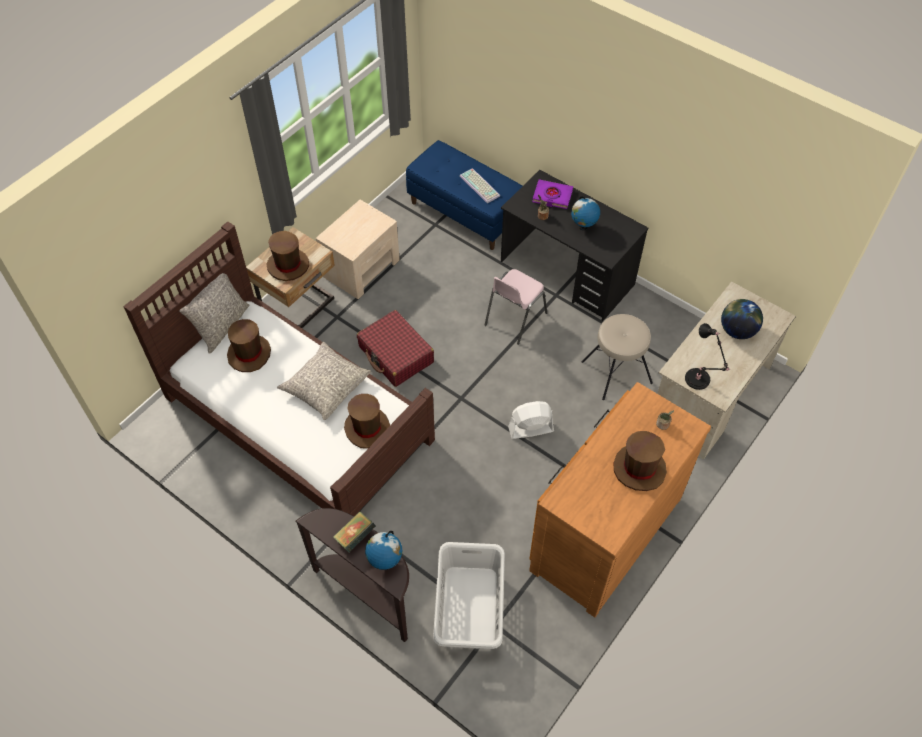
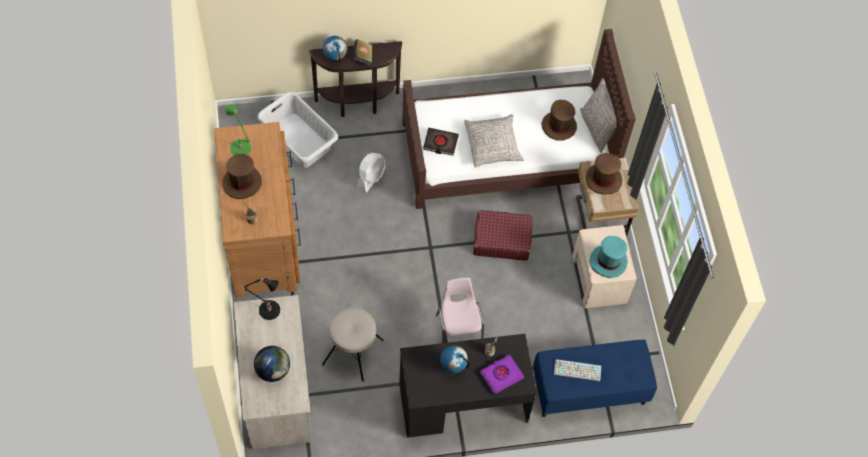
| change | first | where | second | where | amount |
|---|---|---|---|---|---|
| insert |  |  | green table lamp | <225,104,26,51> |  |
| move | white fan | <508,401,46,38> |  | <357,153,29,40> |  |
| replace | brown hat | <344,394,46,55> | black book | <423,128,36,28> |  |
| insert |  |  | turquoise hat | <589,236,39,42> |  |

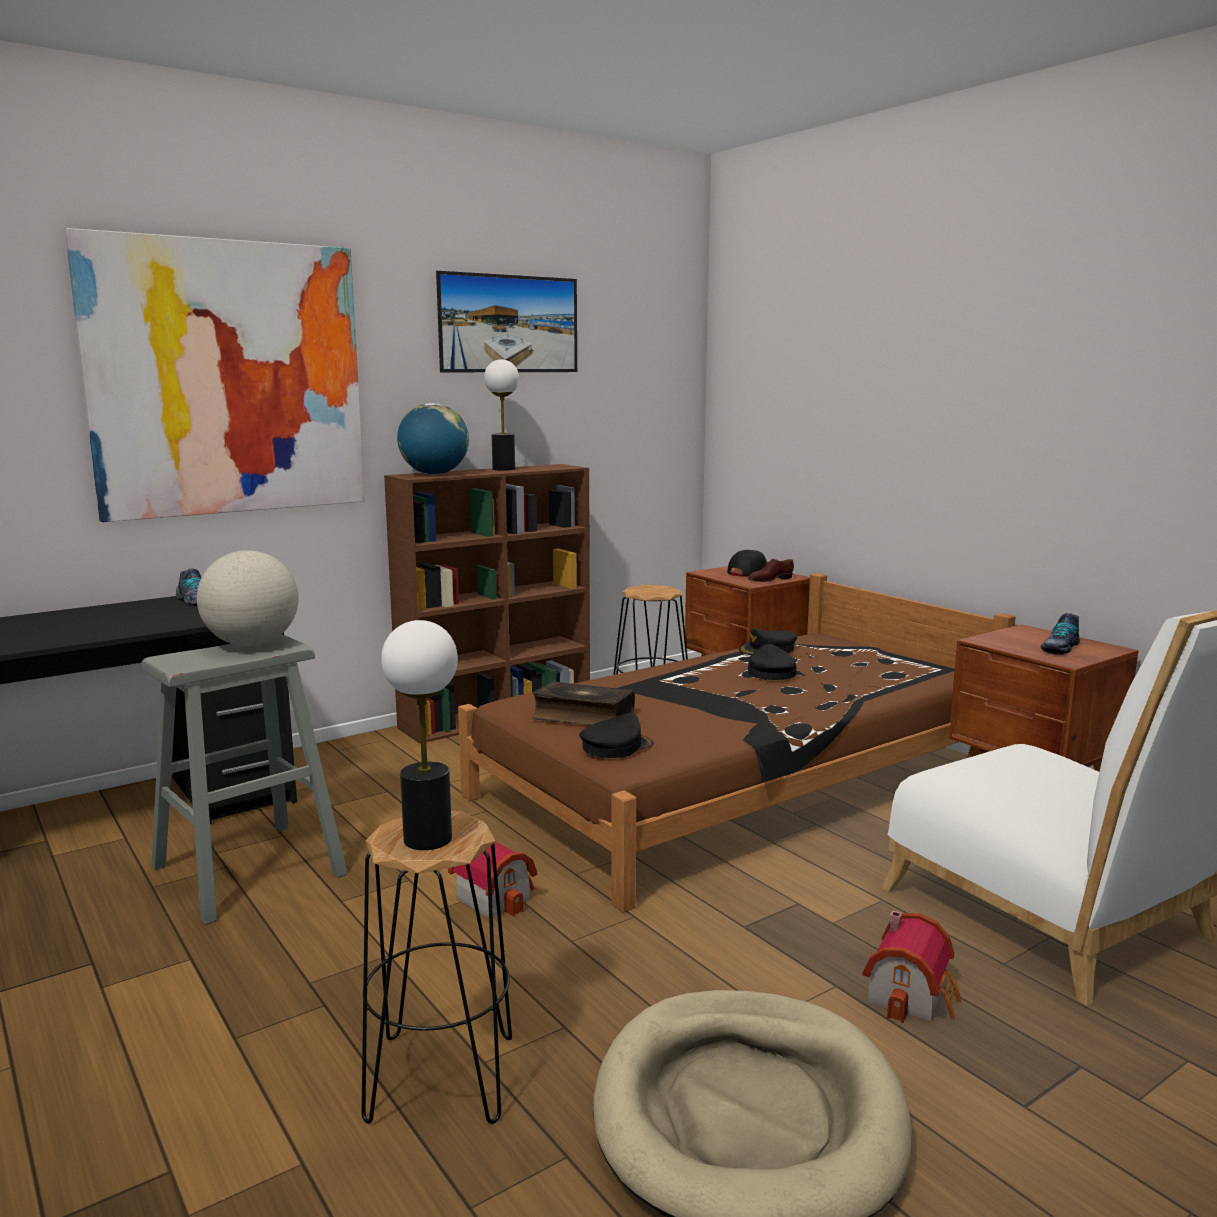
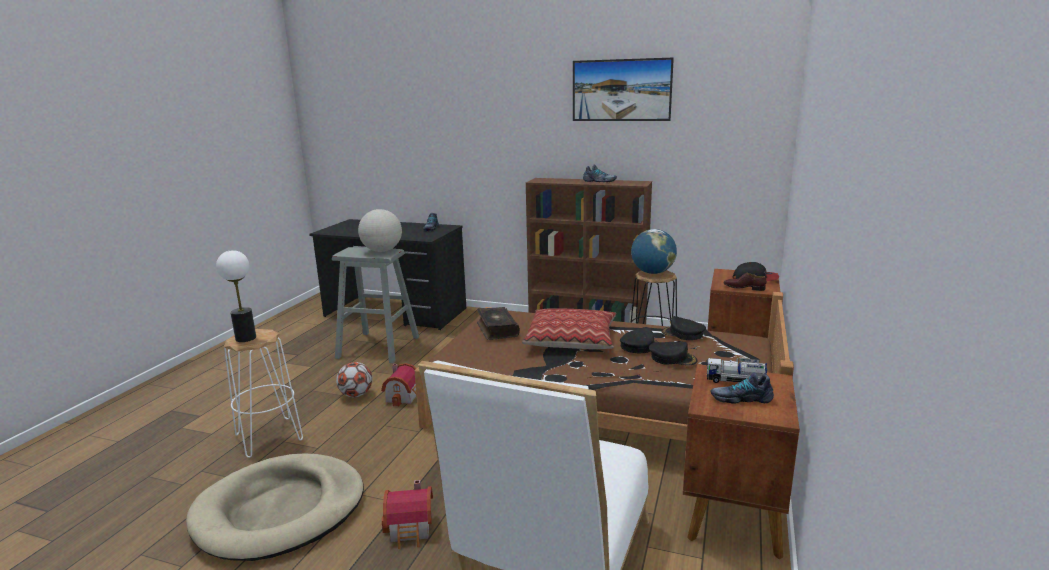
| change | first | where | second | where | amount |
|---|---|---|---|---|---|
| recolor | black stool | <362,811,150,313> | white stool | <224,329,79,129> |  |
| insert |  |  | football | <336,362,36,35> |  |
| insert |  |  | pillow | <522,308,94,41> |  |
| replace | table lamp | <484,359,35,112> | shoe | <583,165,34,17> |  |
| move | globe | <397,403,72,72> |  | <631,229,46,45> |  |
| move | black cap | <579,713,75,45> |  | <649,342,48,23> |  |
| insert |  |  | toy truck | <707,358,60,25> |  |
| delete | picture | <65,228,300,294> |  |  |  |

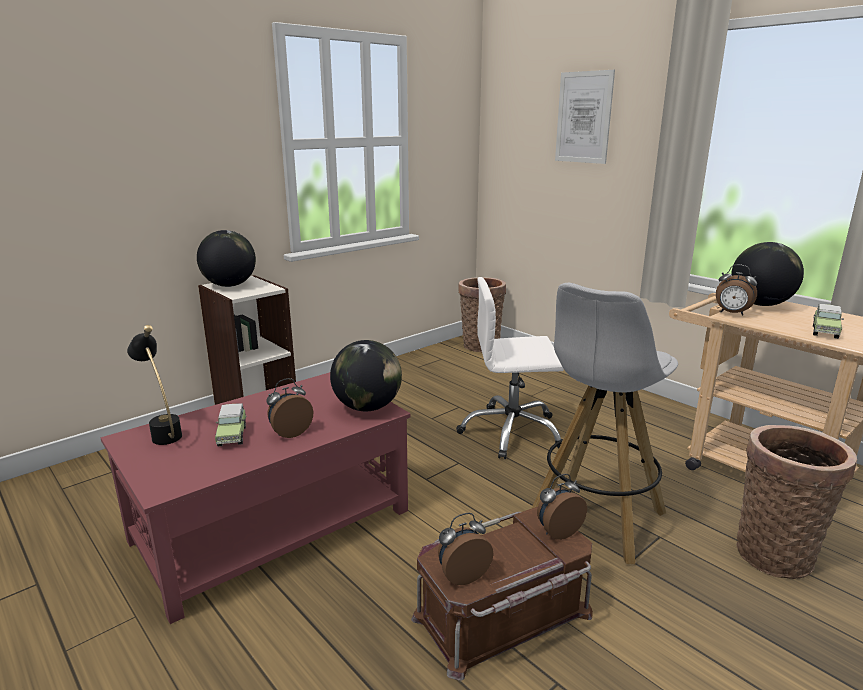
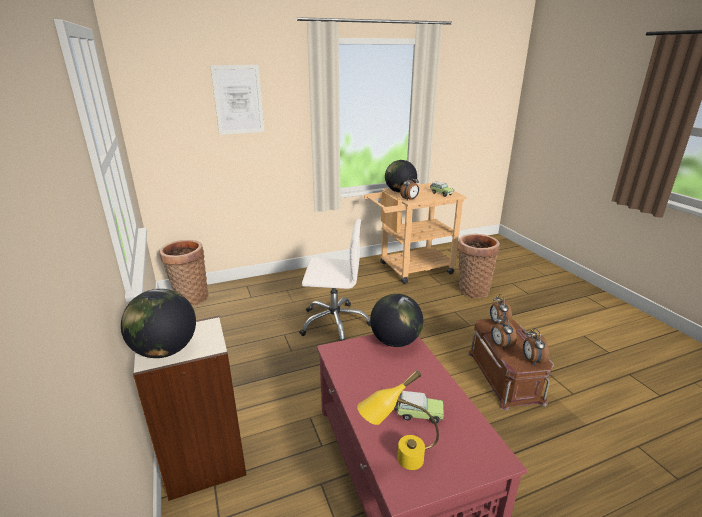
| change | first | where | second | where | amount |
|---|---|---|---|---|---|
| rotate | white office chair | <456,277,108,182> |  | <299,219,72,122> | 105 degrees counterclockwise |
| recolor | black table lamp | <127,325,55,120> | yellow table lamp | <357,370,82,100> |  |
| move | alarm clock | <266,378,48,60> |  | <491,315,26,34> |  |
| delete | white stool | <531,283,147,281> |  |  |  |

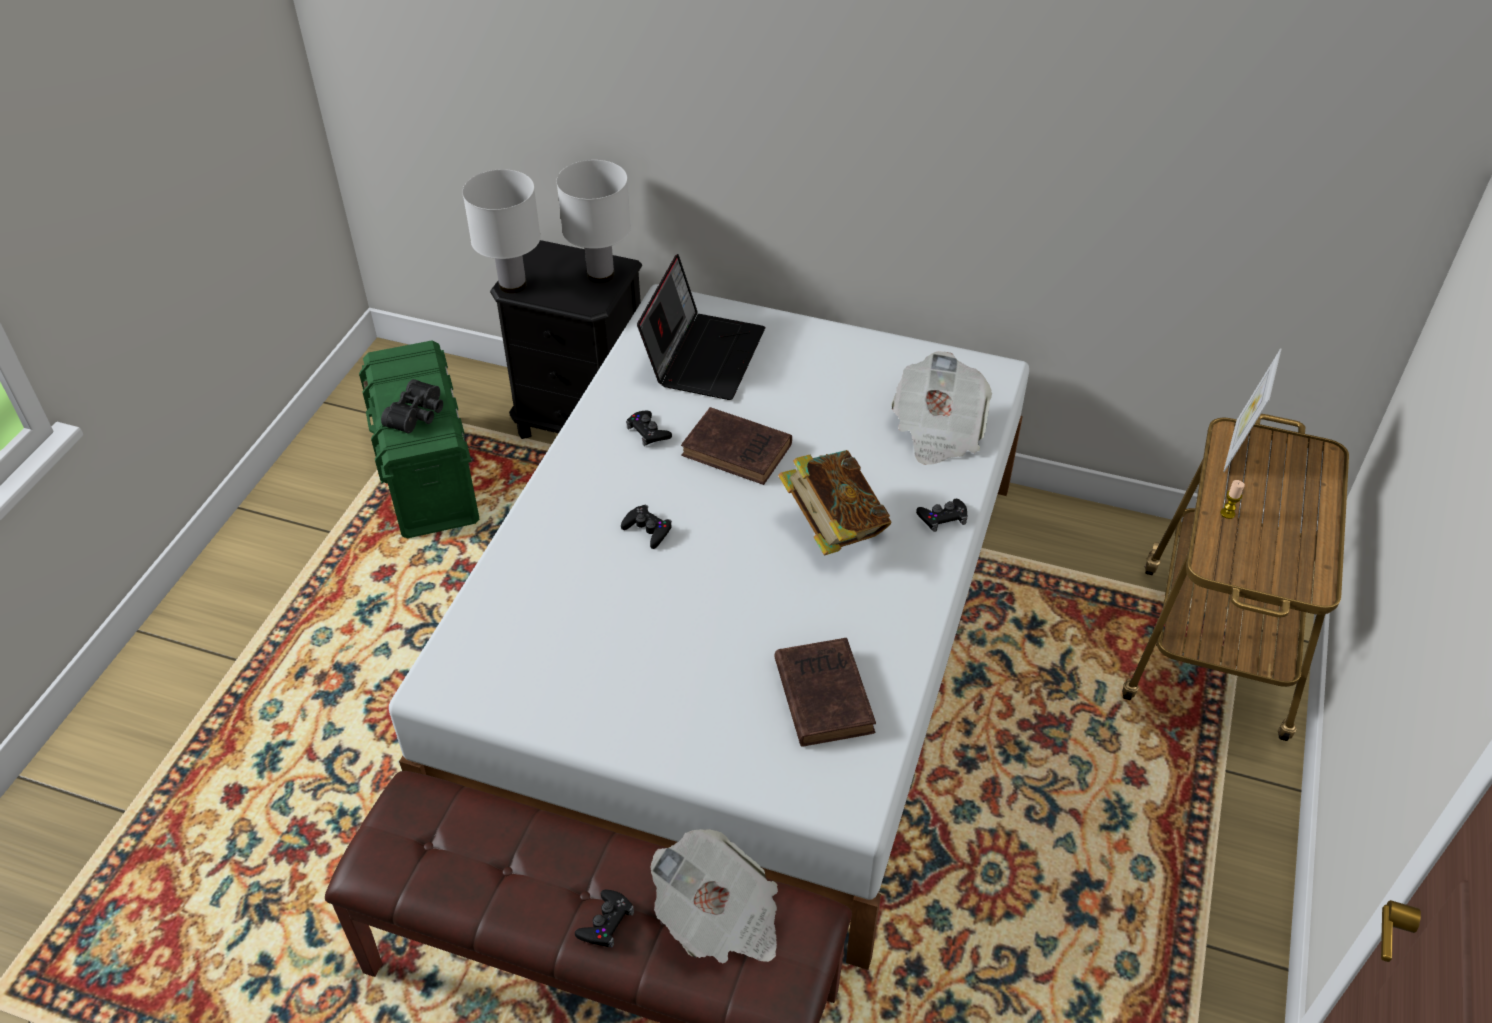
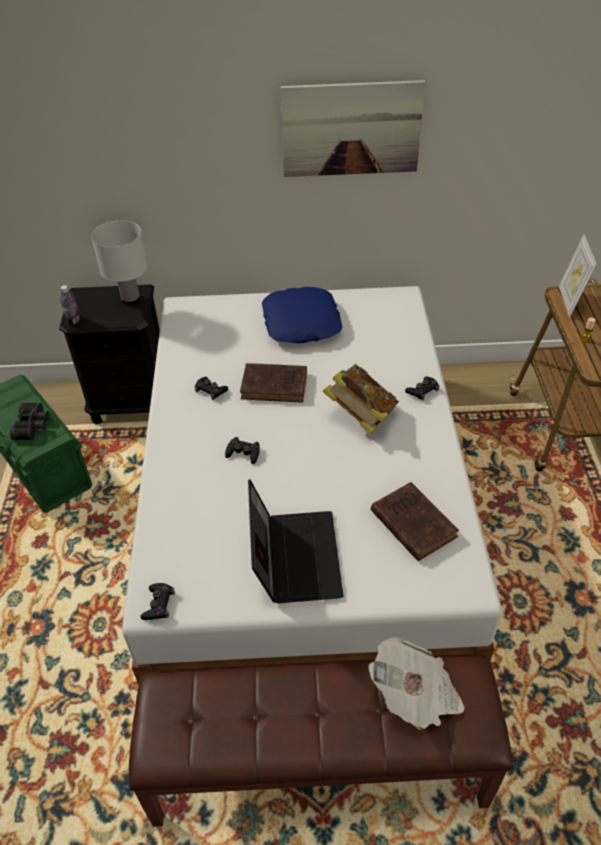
| change | first | where | second | where | amount |
|---|---|---|---|---|---|
| replace | white table lamp | <462,169,79,124> | bottle | <60,285,20,40> |  |
| move | black game controller | <575,890,59,58> |  | <141,583,34,37> |  |
| move | laptop | <637,254,128,146> |  | <248,479,95,124> |  |
| insert |  |  | blue pillow | <262,287,80,56> |  |
| insert |  |  | picture | <280,80,145,97> |  |
| delete | newspaper | <891,352,101,113> |  |  |  |

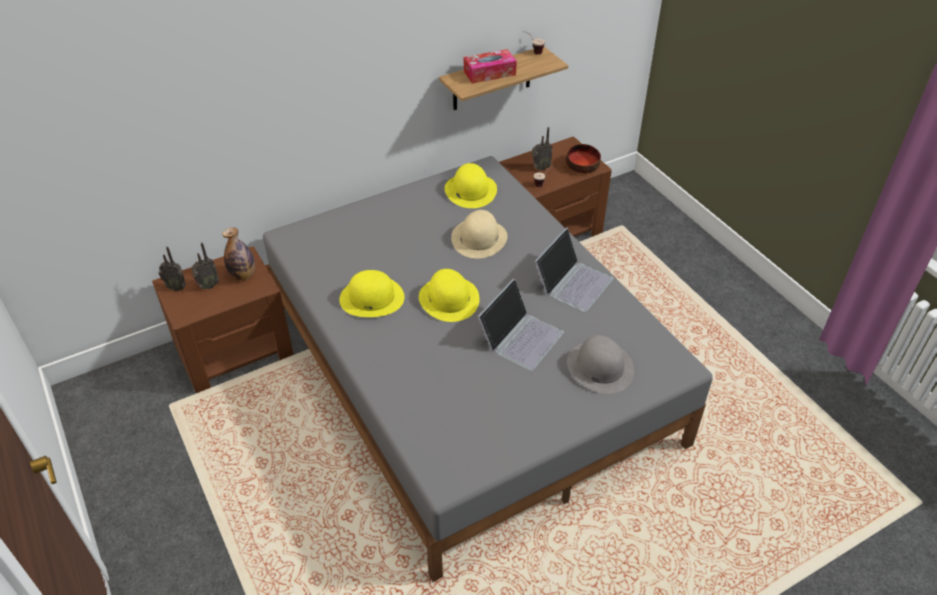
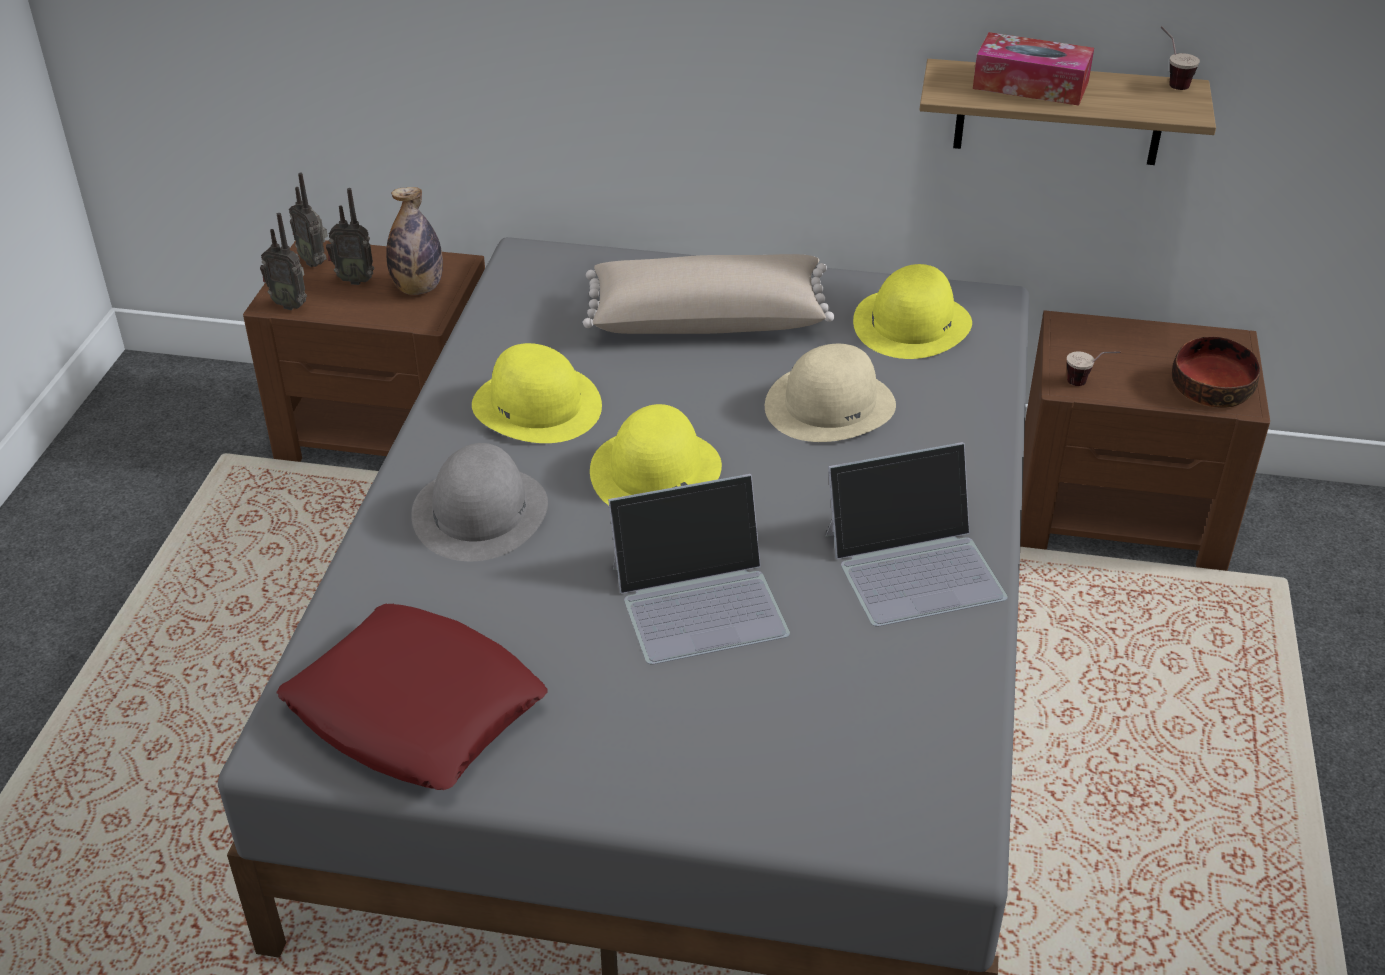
| change | first | where | second | where | amount |
|---|---|---|---|---|---|
| move | radio | <532,127,21,44> |  | <260,213,47,97> |  |
| insert |  |  | red pillow | <276,604,271,186> |  |
| move | grey hat | <567,335,67,59> |  | <411,443,137,118> |  |
| insert |  |  | beige pillow | <583,254,251,80> |  |

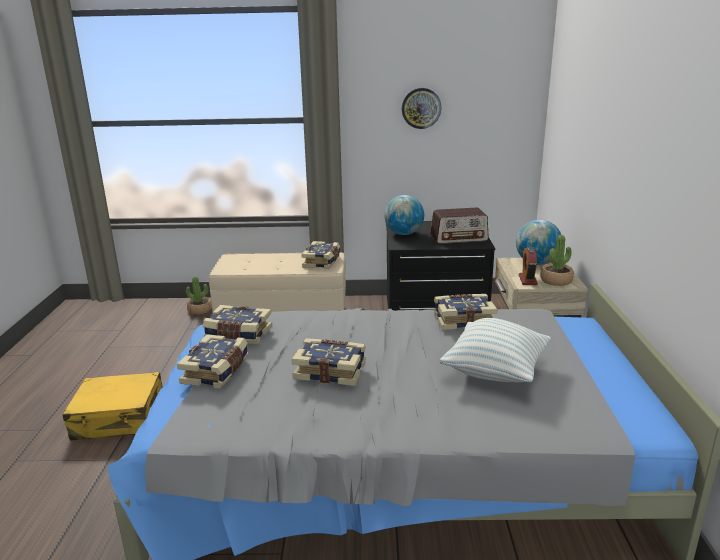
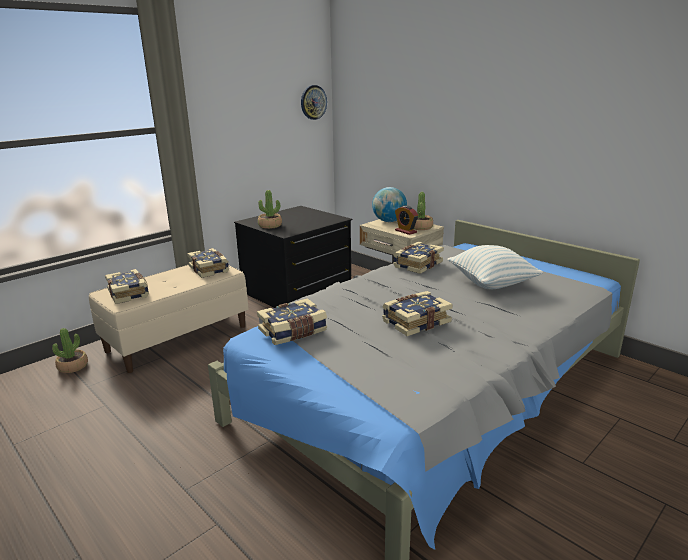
| change | first | where | second | where | amount |
|---|---|---|---|---|---|
| move | book | <177,334,71,55> |  | <105,269,44,35> |  |
| replace | globe | <384,195,40,40> | potted plant | <258,190,24,39> |  |
| move | wall clock | <402,88,40,41> |  | <301,85,26,35> |  |
| delete | yellow suitcase | <62,372,101,68> |  |  |  |
| delete | radio | <430,208,59,36> |  |  |  |

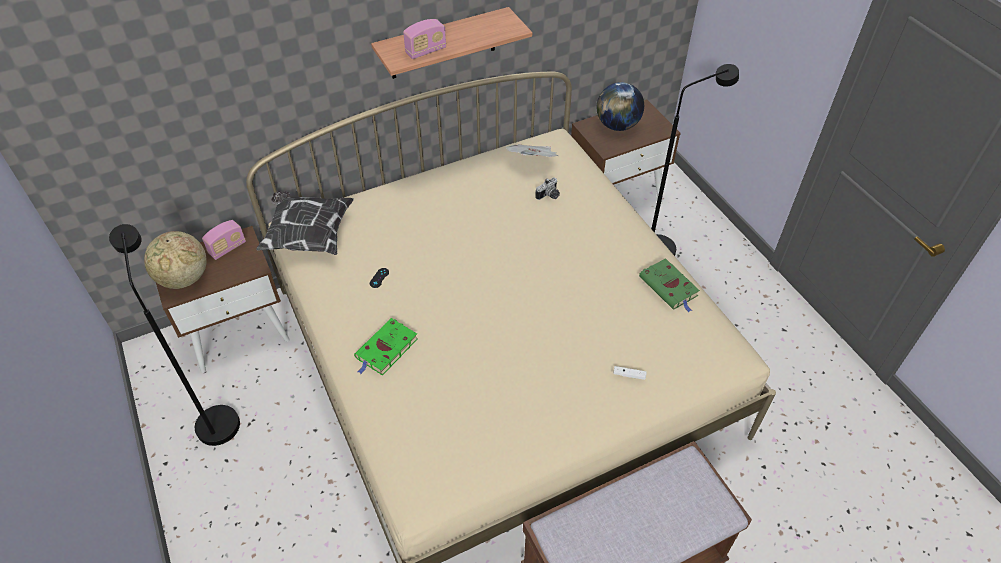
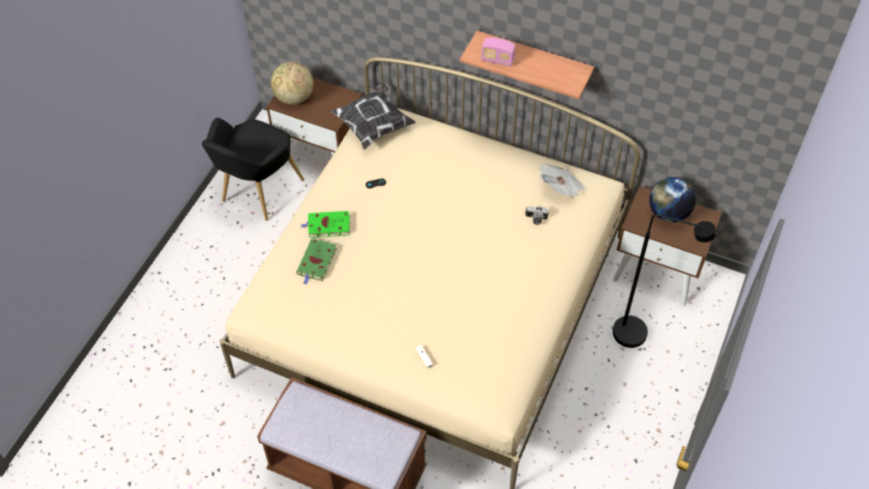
| change | first | where | second | where | amount |
|---|---|---|---|---|---|
| replace | black floor lamp | <109,224,131,222> | black armchair | <202,118,102,103> |  |
| move | green book | <639,258,61,54> |  | <296,239,41,46> |  |
| delete | radio | <202,220,44,40> |  |  |  |

